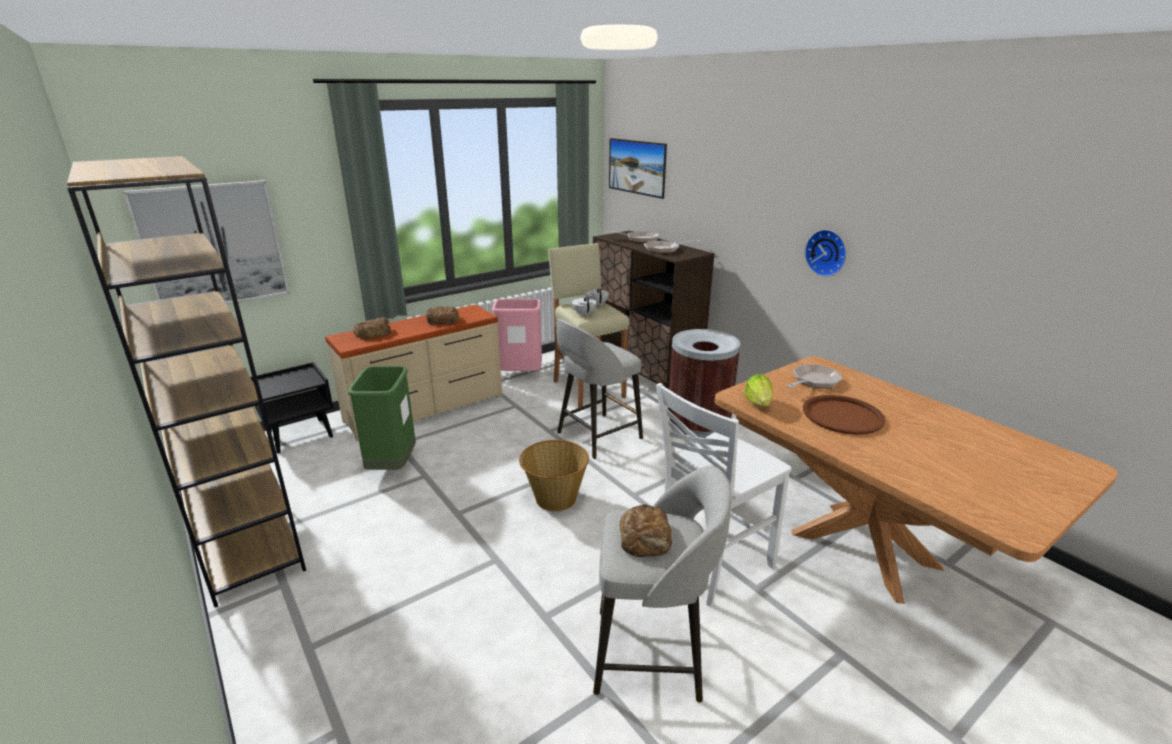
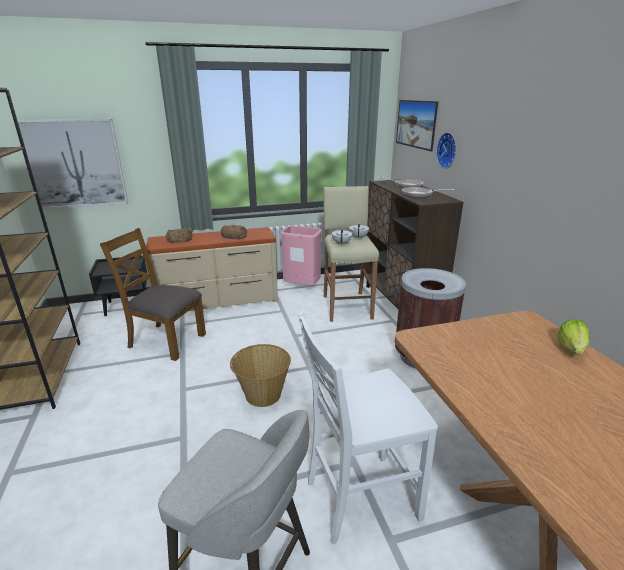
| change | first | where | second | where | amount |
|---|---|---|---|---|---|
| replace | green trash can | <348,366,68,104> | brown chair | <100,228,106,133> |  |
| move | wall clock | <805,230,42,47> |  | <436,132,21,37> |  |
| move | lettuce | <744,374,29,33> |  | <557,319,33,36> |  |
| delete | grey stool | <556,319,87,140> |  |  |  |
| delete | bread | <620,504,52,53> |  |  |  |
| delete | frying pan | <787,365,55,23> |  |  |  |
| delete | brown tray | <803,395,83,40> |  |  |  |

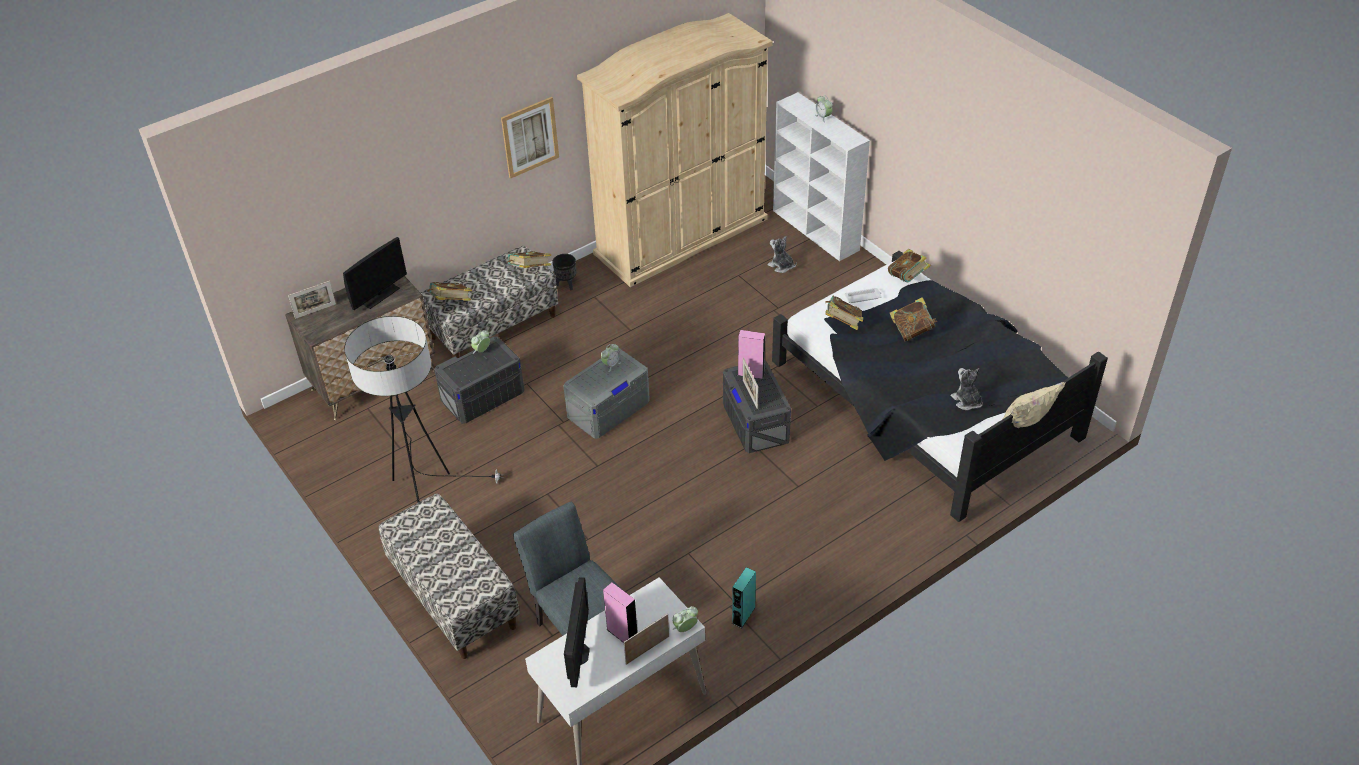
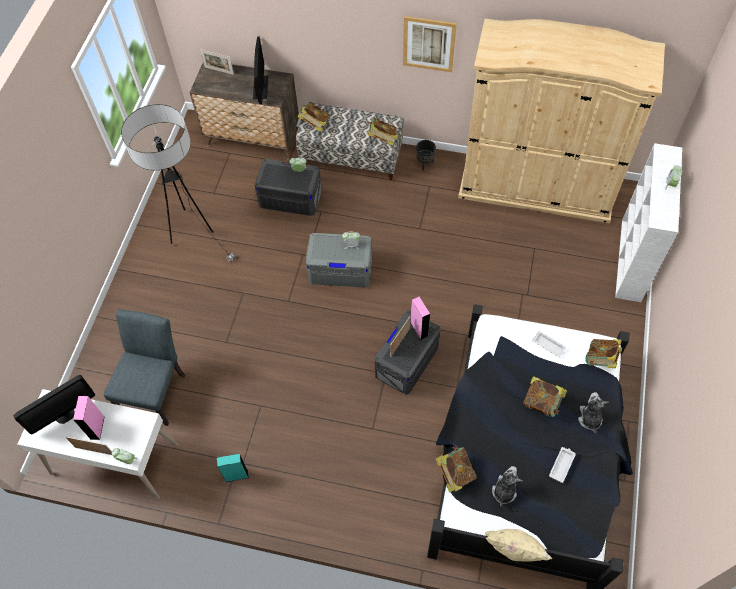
| change | first | where | second | where | amount |
|---|---|---|---|---|---|
| rotate | monitor | <343,237,64,73> |  | <253,36,15,68> | 90 degrees counterclockwise |
| move | book | <825,296,38,34> |  | <436,446,41,46> |  |
| insert |  |  | white tray | <549,447,27,36> |  |
| move | plush toy | <767,236,30,37> |  | <578,392,31,41> |  |
| delete | bench | <378,493,142,166> |  |  |  |

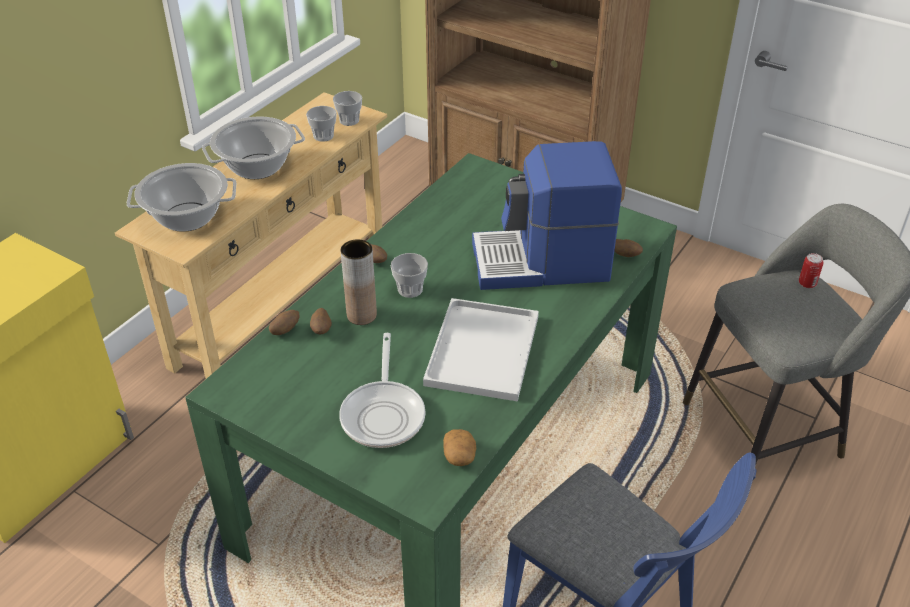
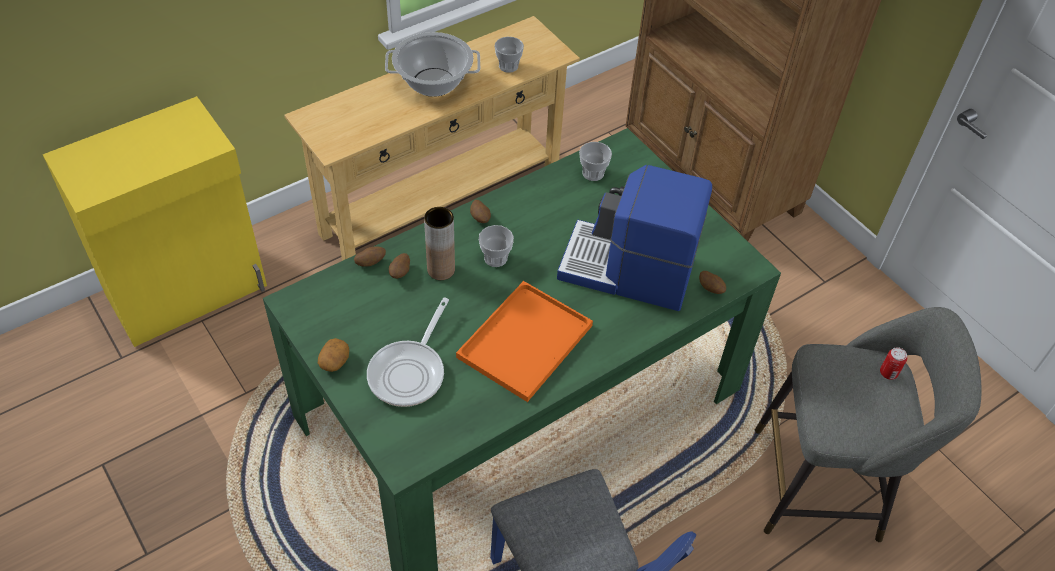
| change | first | where | second | where | amount |
|---|---|---|---|---|---|
| move | potato | <443,429,33,37> |  | <318,338,31,34> |  |
| recolor | white tray | <423,298,116,103> | orange tray | <456,281,137,121> |  |
| move | cup | <333,91,29,35> |  | <579,142,33,39> |  |
| delete | cooking pot | <127,163,109,69> |  |  |  |

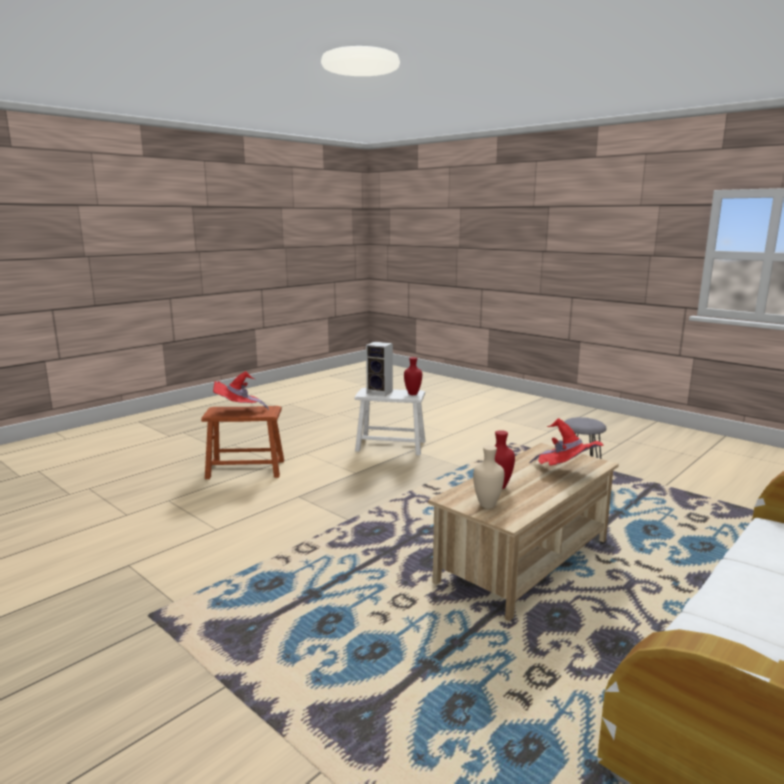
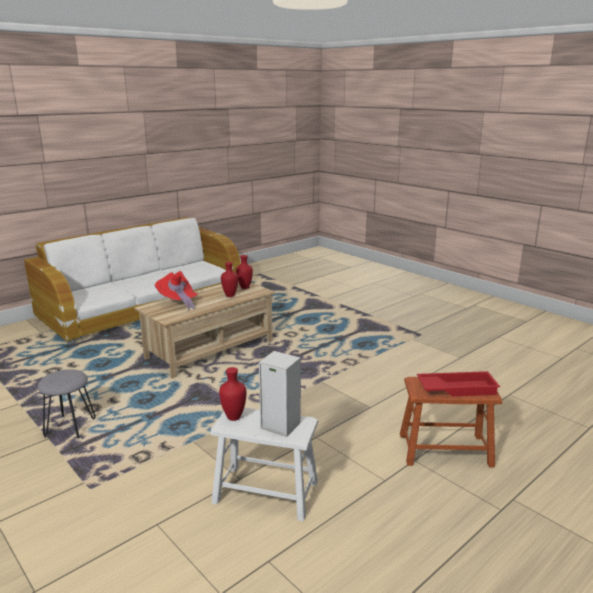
| change | first | where | second | where | amount |
|---|---|---|---|---|---|
| recolor | beige vase | <473,445,32,63> | red vase | <236,255,17,34> |  |
| replace | red hat | <213,371,56,39> | red tray | <417,371,83,25> |  |

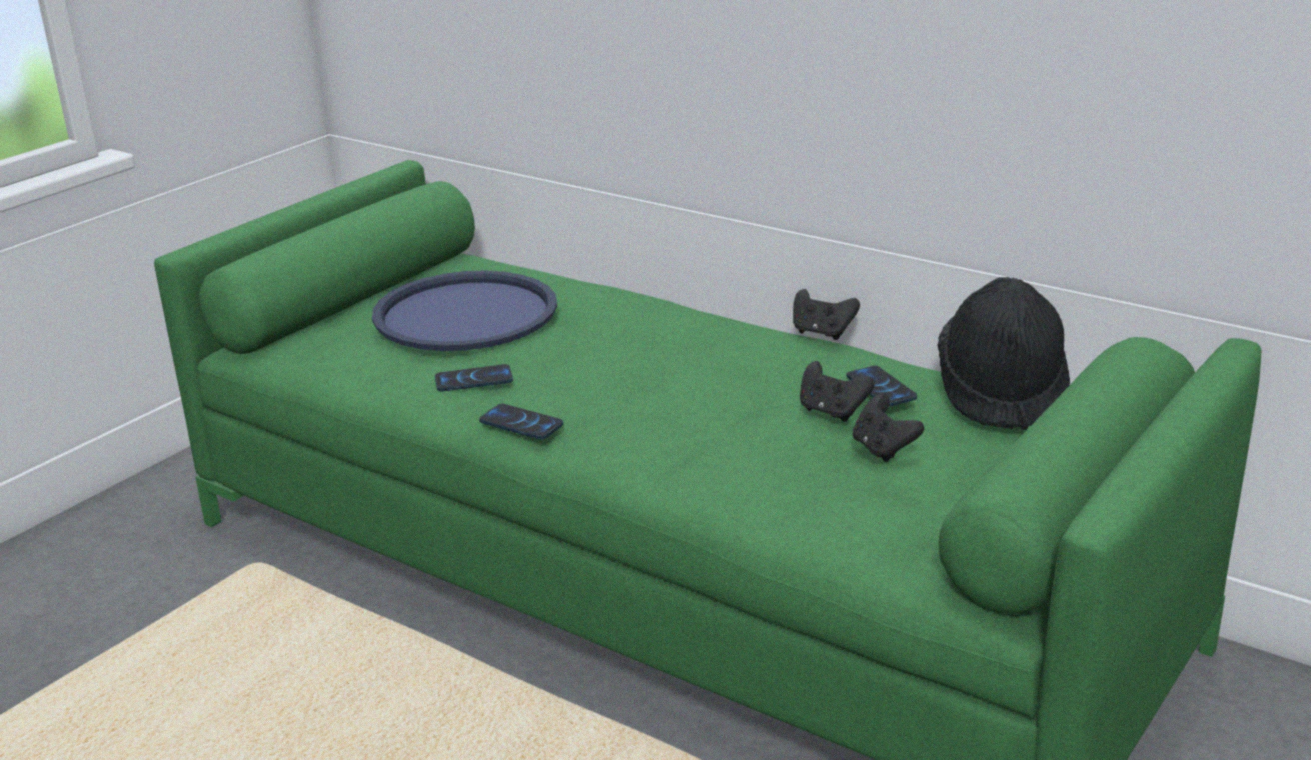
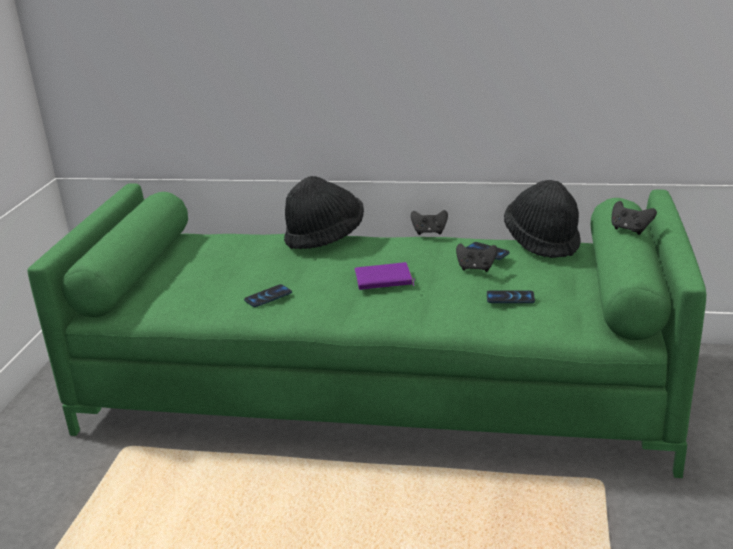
| change | first | where | second | where | amount |
|---|---|---|---|---|---|
| insert |  |  | black hat | <284,176,80,73> |  |
| insert |  |  | purple book | <354,262,61,28> |  |
| move | phone | <479,403,84,36> |  | <487,290,48,13> |  |
| move | black game controller | <853,394,71,68> |  | <611,201,46,34> |  |
| delete | blue tray | <372,270,185,81> |  |  |  |

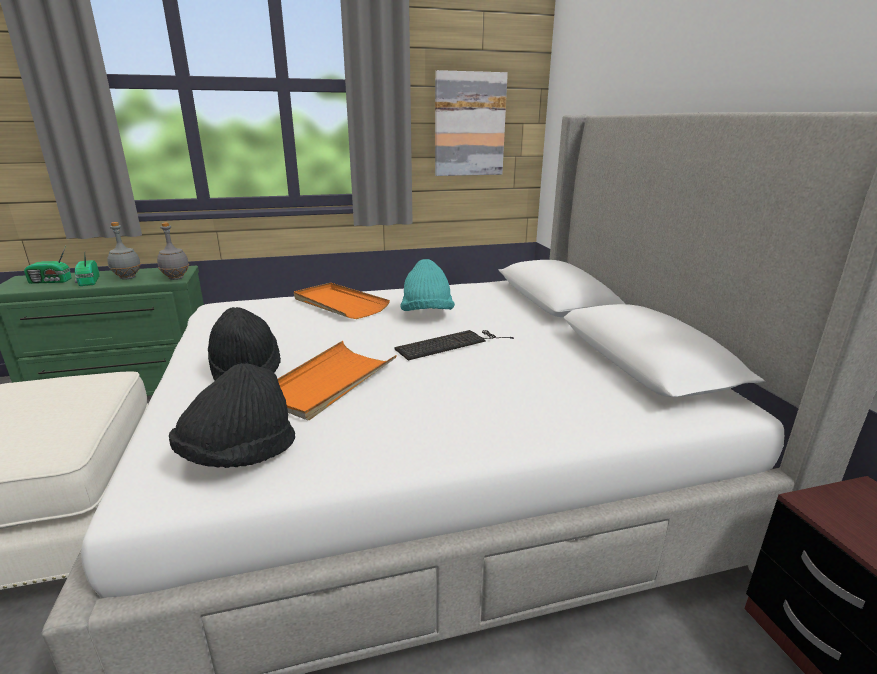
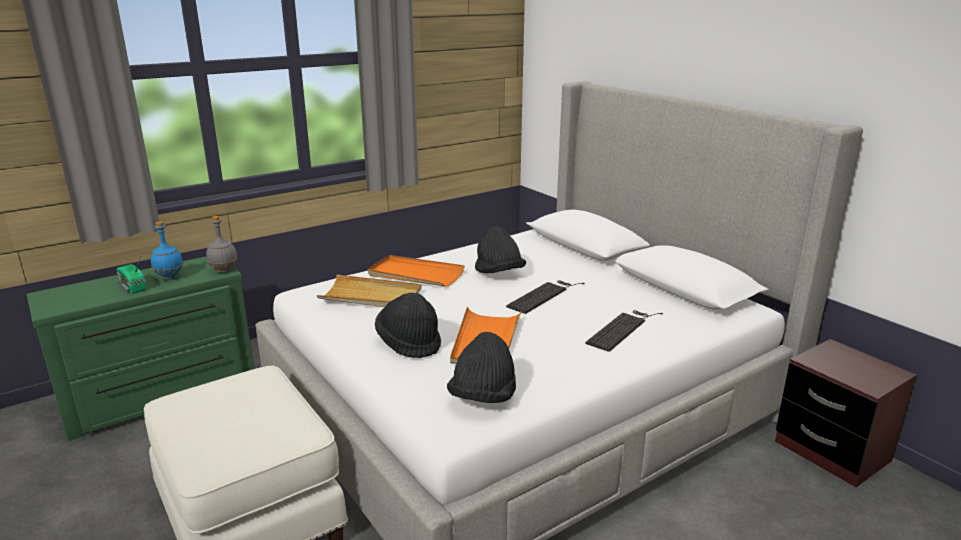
| change | first | where | second | where | amount |
|---|---|---|---|---|---|
| recolor | grey bottle | <107,222,34,58> | blue bottle | <151,221,32,59> |  |
| insert |  |  | beige tray | <317,275,105,32> |  |
| recolor | turquoise hat | <400,259,55,52> | black hat | <475,226,51,47> |  |
| insert |  |  | keyboard | <586,310,77,42> |  |
| delete | radio | <24,246,48,38> |  |  |  |
| delete | picture | <435,70,73,106> |  |  |  |

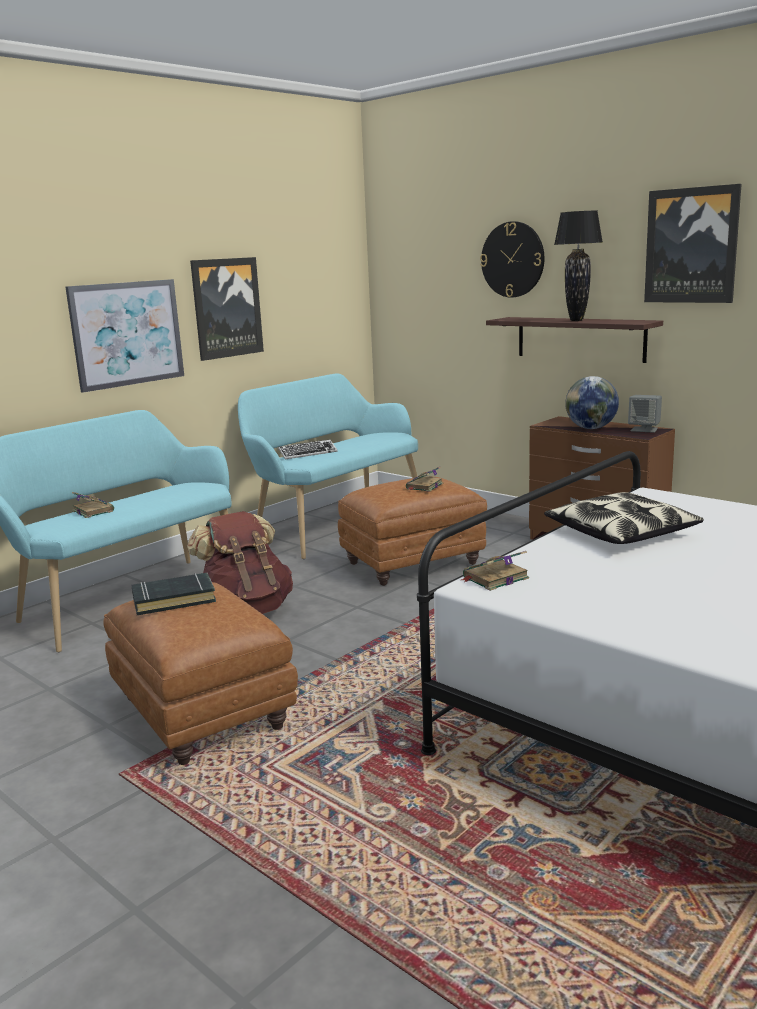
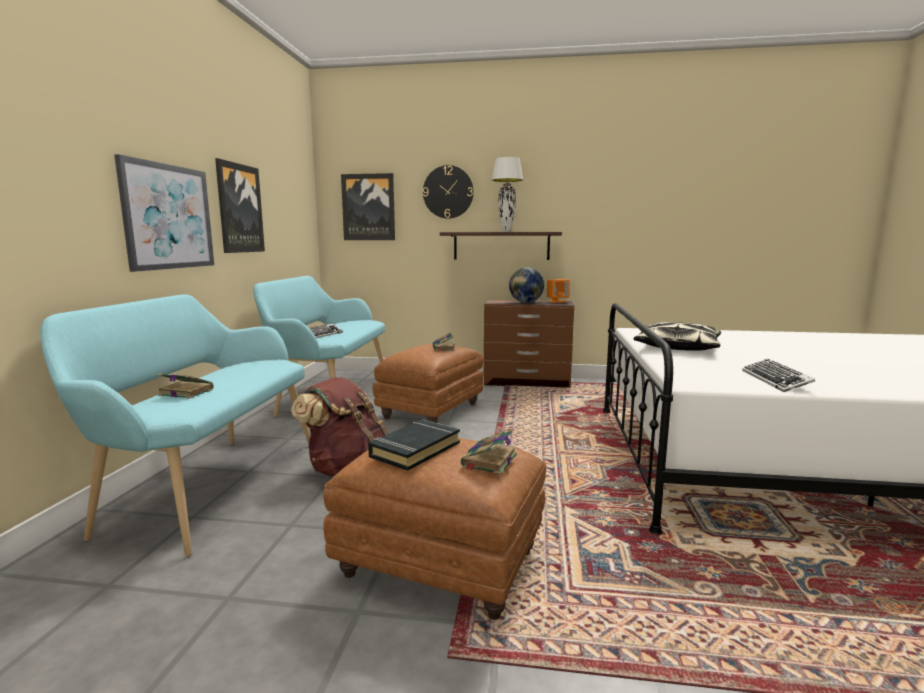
| change | first | where | second | where | amount |
|---|---|---|---|---|---|
| move | picture | <644,184,98,119> |  | <341,173,54,67> |  |
| move | book | <461,551,68,40> |  | <461,428,56,46> |  |
| recolor | black table lamp | <554,211,49,110> | white table lamp | <492,157,31,75> |  |
| recolor | grey speaker | <628,395,34,38> | orange speaker | <547,279,23,24> |  |
| insert |  |  | keyboard | <742,359,73,33> |  |

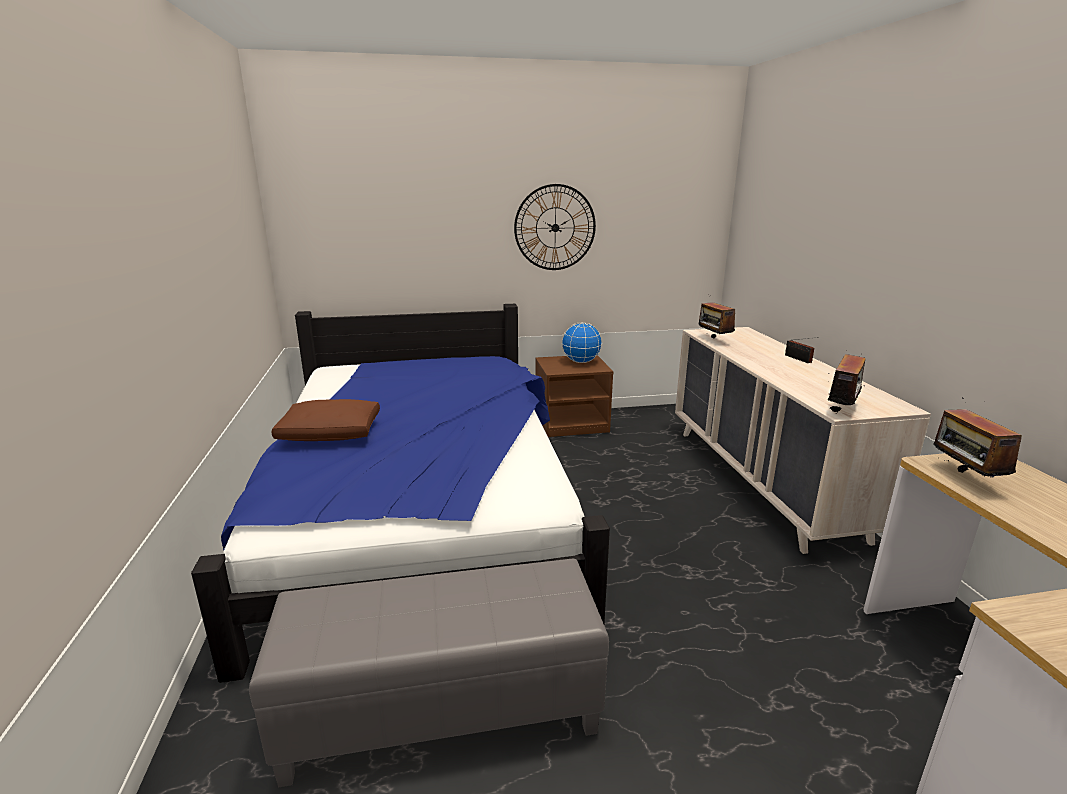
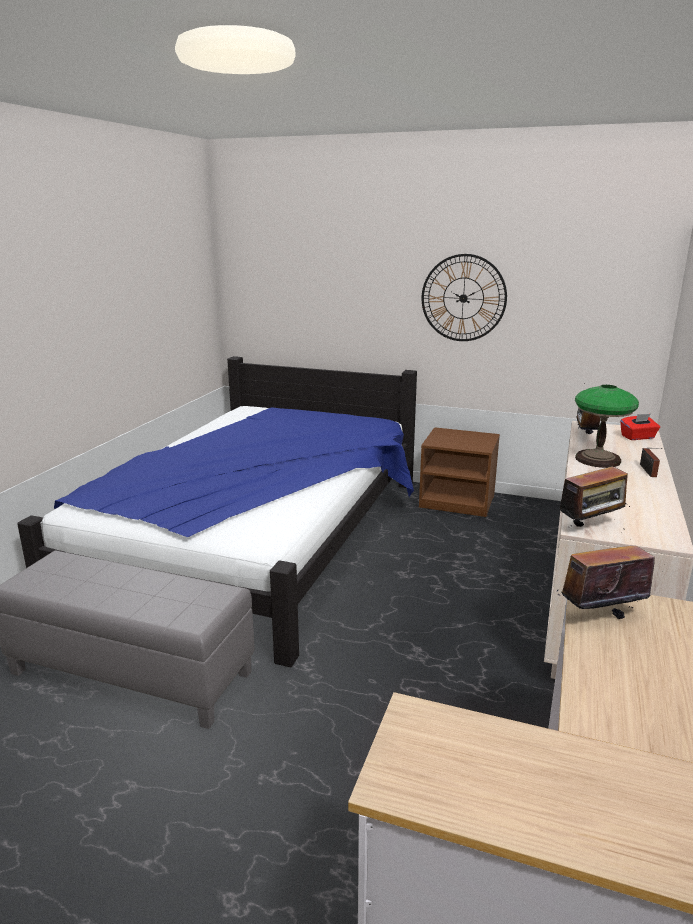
| change | first | where | second | where | amount |
|---|---|---|---|---|---|
| rotate | radio | <934,409,88,69> |  | <557,529,98,90> | 45 degrees clockwise |
| insert |  |  | table lamp | <575,385,64,83> |  |
| insert |  |  | red tissue box | <620,414,40,26> |  |
| delete | brown pillow | <271,399,109,42> |  |  |  |
| delete | globe | <562,322,40,41> |  |  |  |

